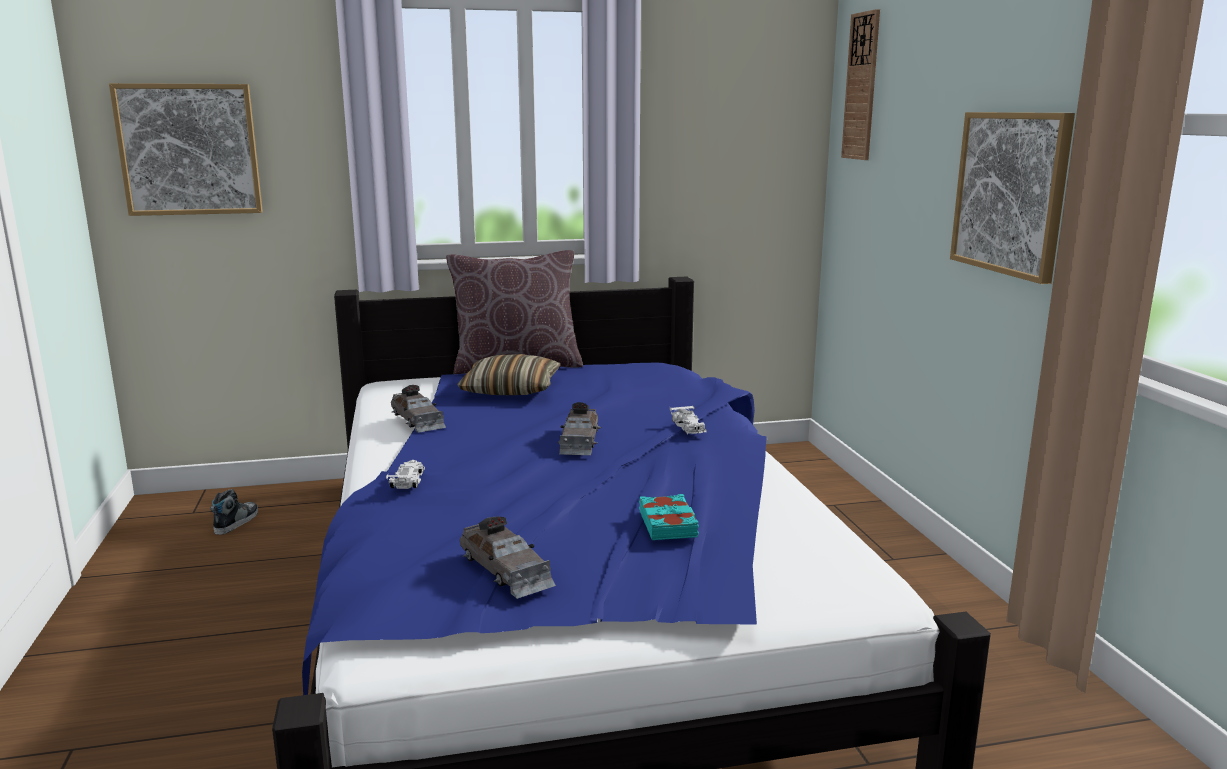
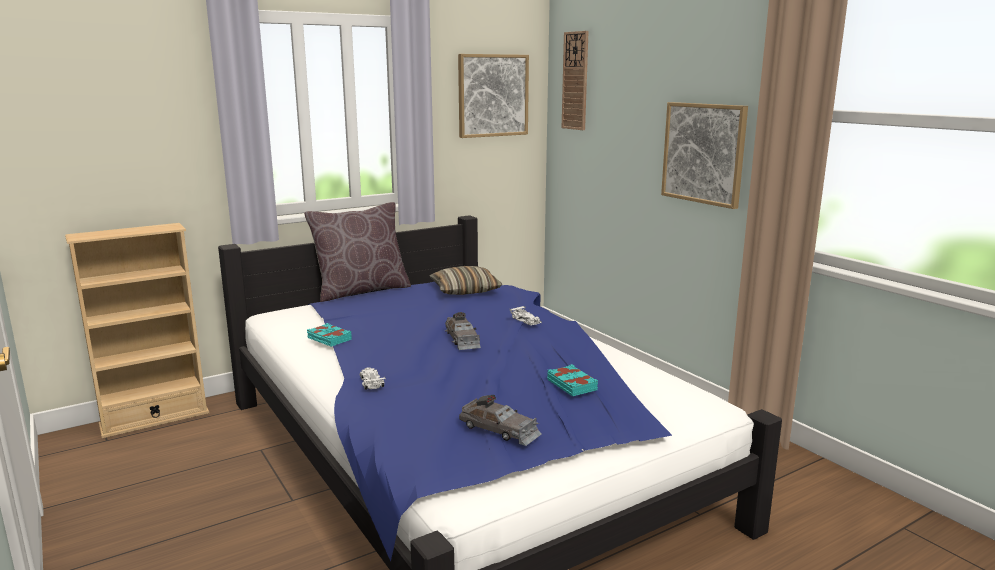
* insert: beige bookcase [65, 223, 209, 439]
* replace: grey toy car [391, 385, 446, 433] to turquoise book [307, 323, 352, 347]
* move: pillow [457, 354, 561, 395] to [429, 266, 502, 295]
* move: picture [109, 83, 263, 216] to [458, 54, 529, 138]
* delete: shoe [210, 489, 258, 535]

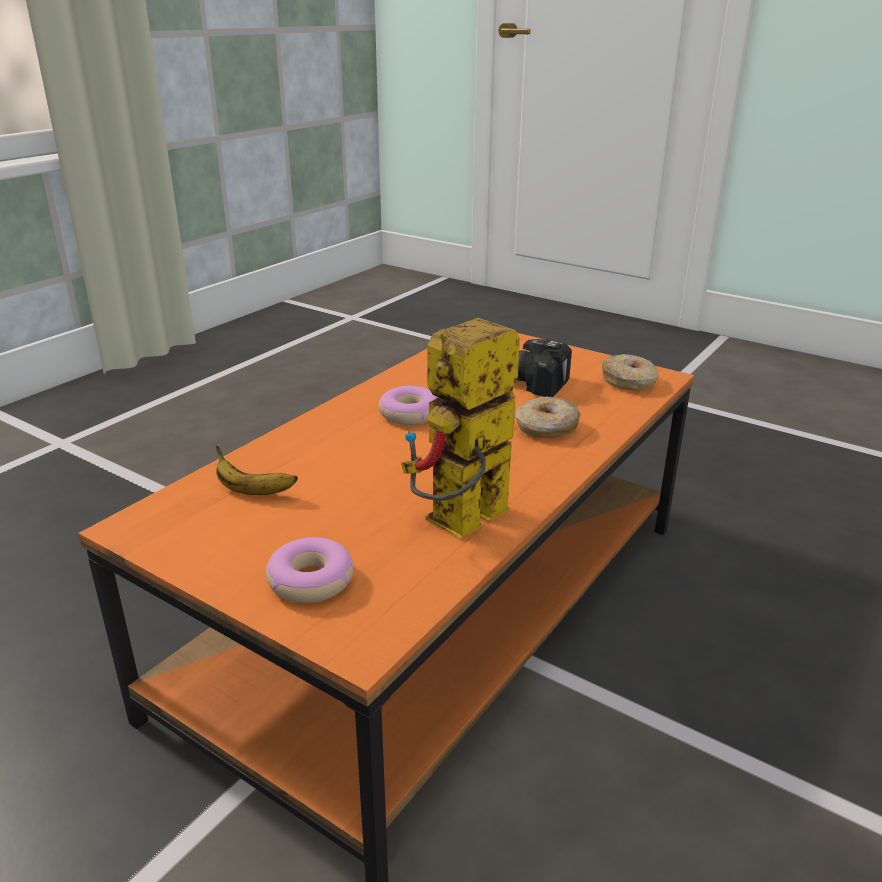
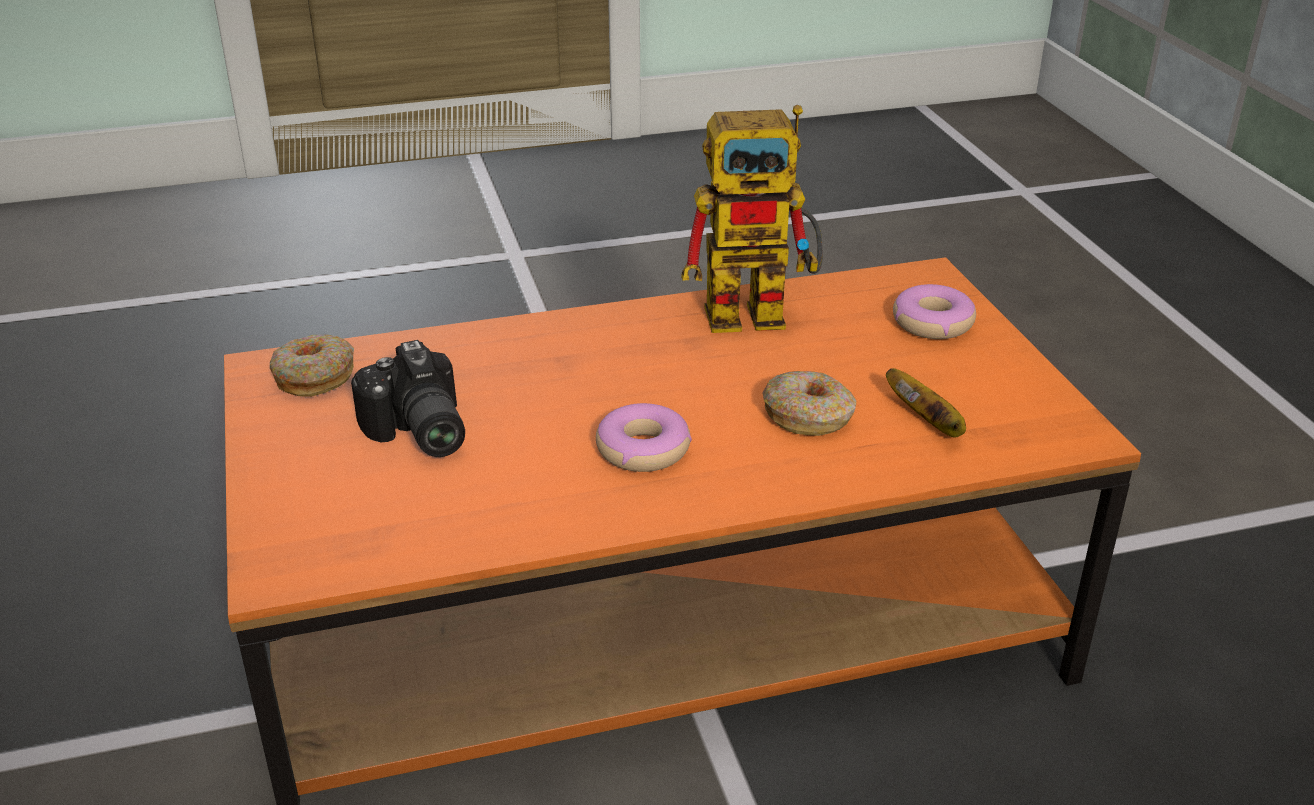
* move: donut [515, 397, 581, 438] to [762, 371, 856, 436]

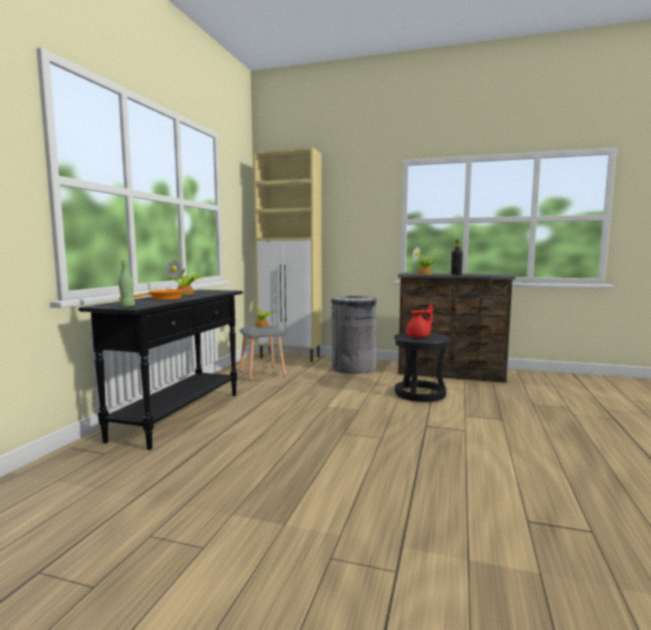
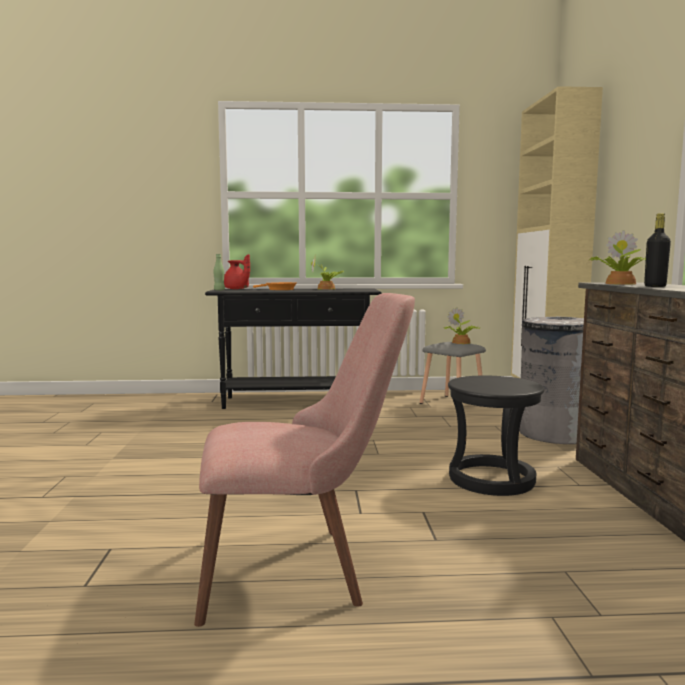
* insert: pink chair [194, 293, 415, 627]
* move: red teapot [406, 304, 433, 338] to [224, 254, 250, 289]

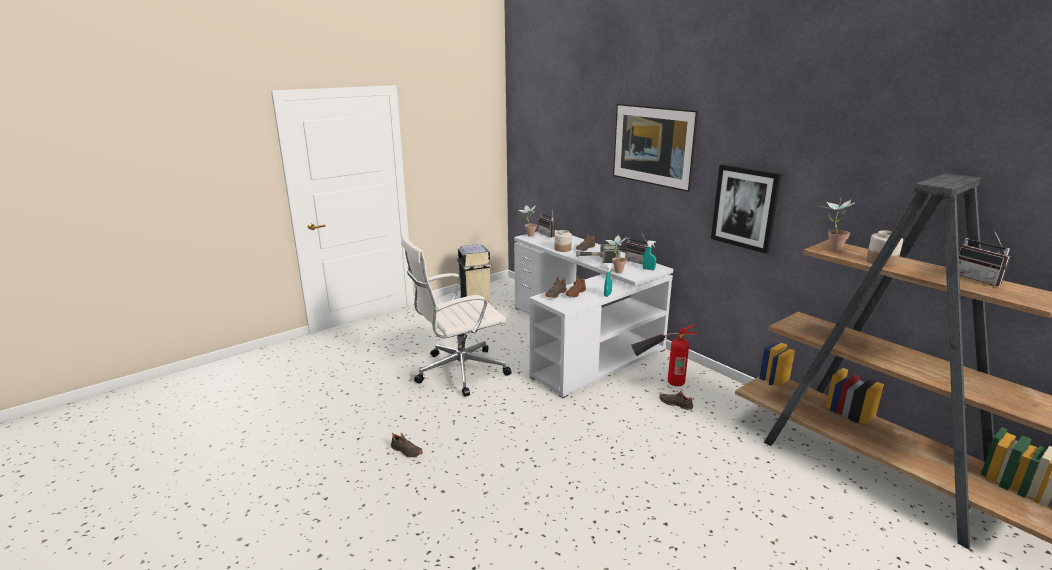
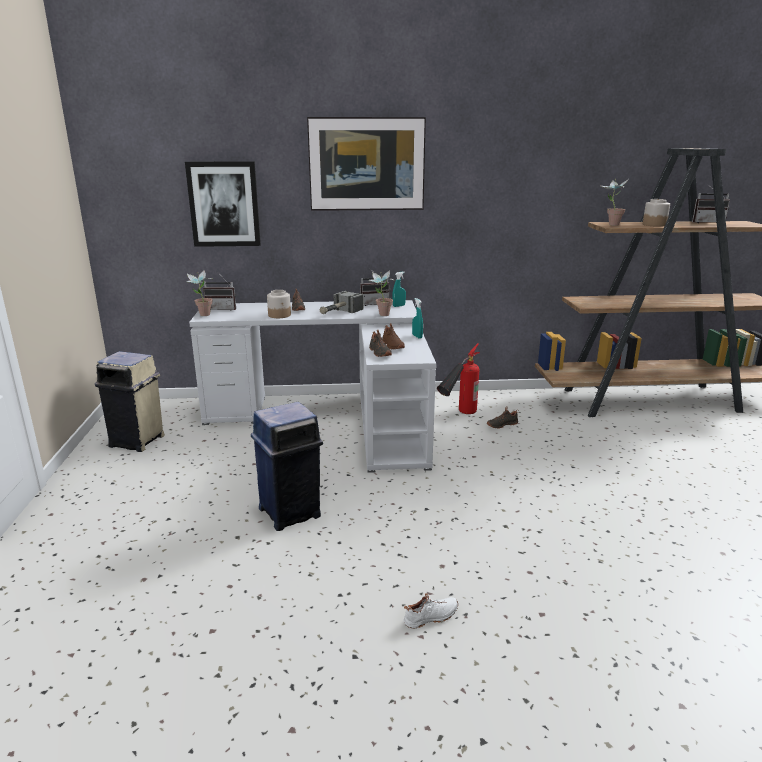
* move: picture [711, 164, 781, 254] to [185, 162, 261, 247]
* replace: white office chair [401, 234, 512, 397] to blue trash can [251, 402, 323, 531]
* recolor: black shoe [391, 432, 423, 458] to white shoe [404, 593, 458, 628]

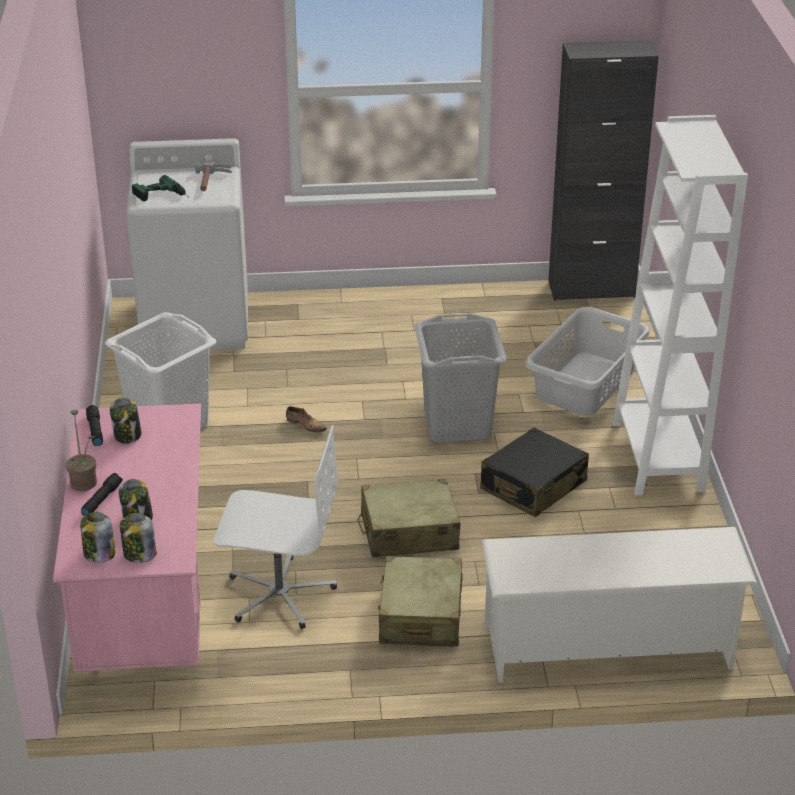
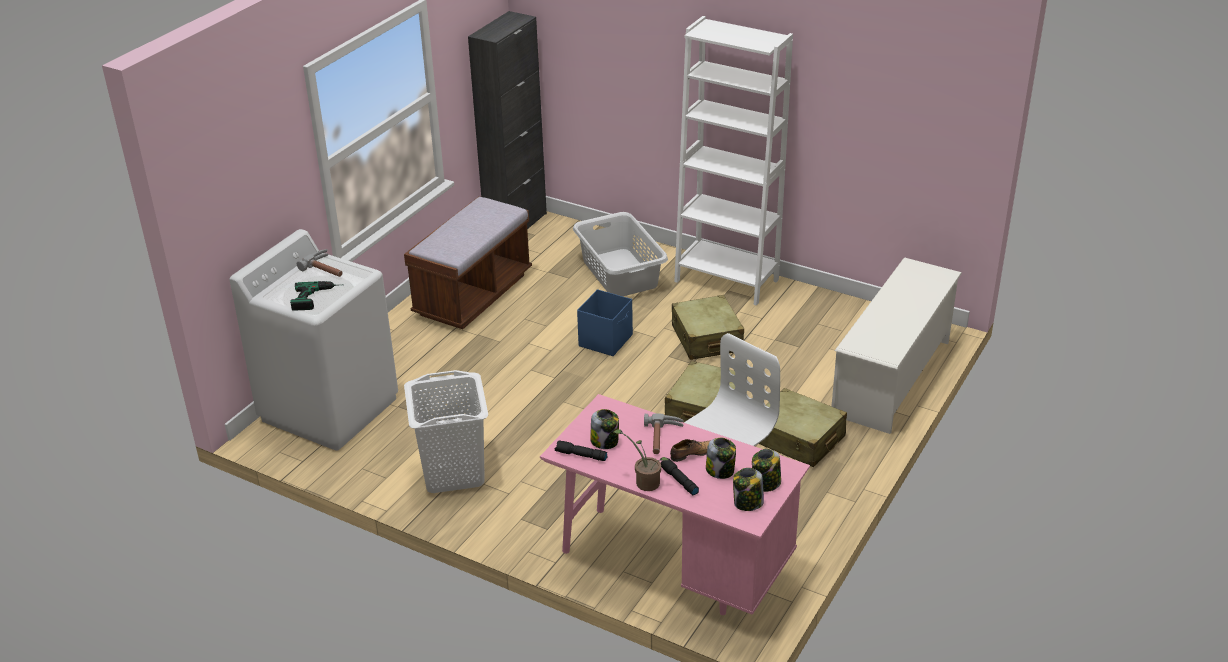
* insert: brown bench [404, 196, 532, 329]
* replace: grey laundry basket [414, 313, 507, 443] to blue storage box [577, 289, 633, 356]
* insert: hammer [644, 414, 684, 454]
* move: shoe [286, 406, 327, 432] to [670, 439, 711, 462]
* recolor: black suitcase [480, 427, 589, 517] to beige suitcase [672, 295, 744, 360]

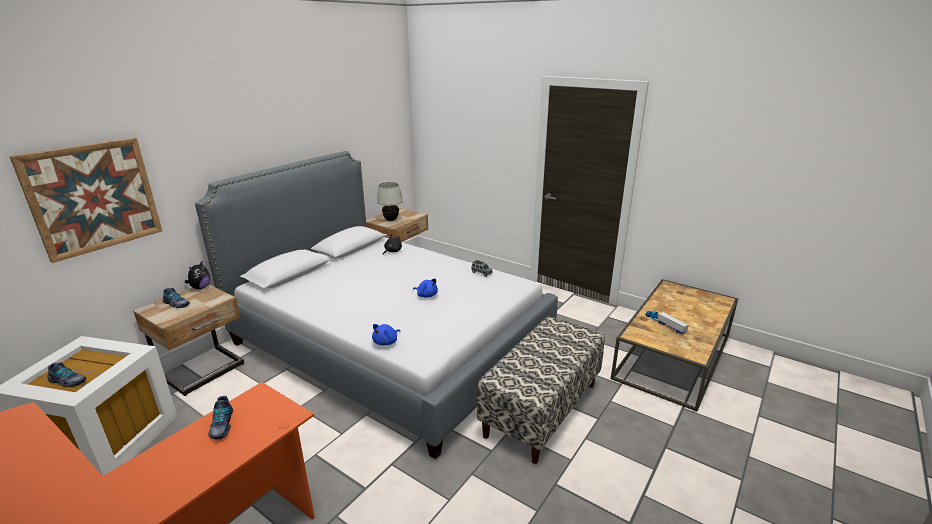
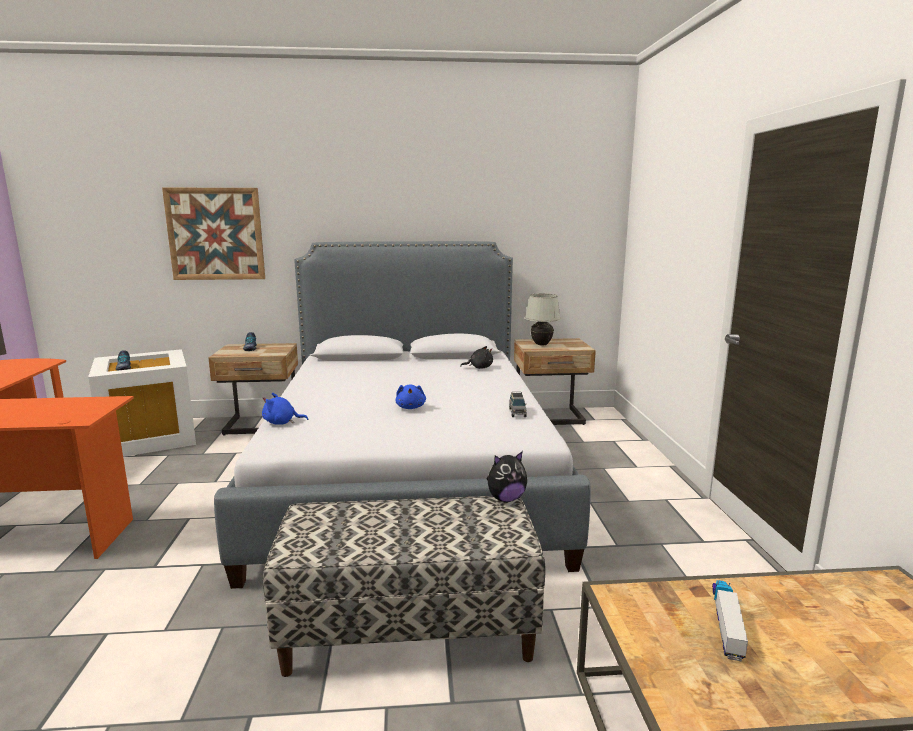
* move: plush toy [185, 261, 210, 289] to [487, 451, 527, 502]
* delete: shoe [208, 396, 233, 440]

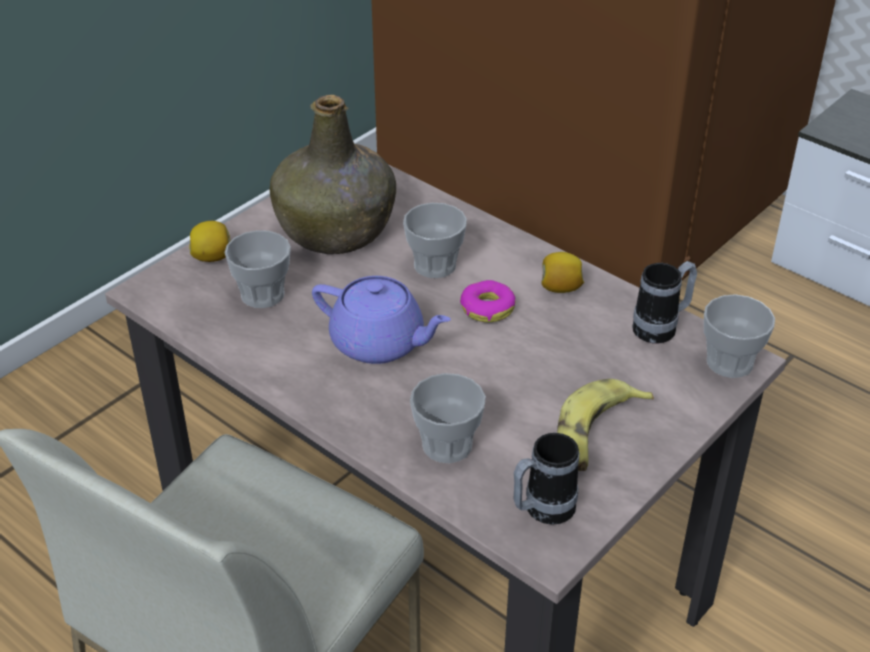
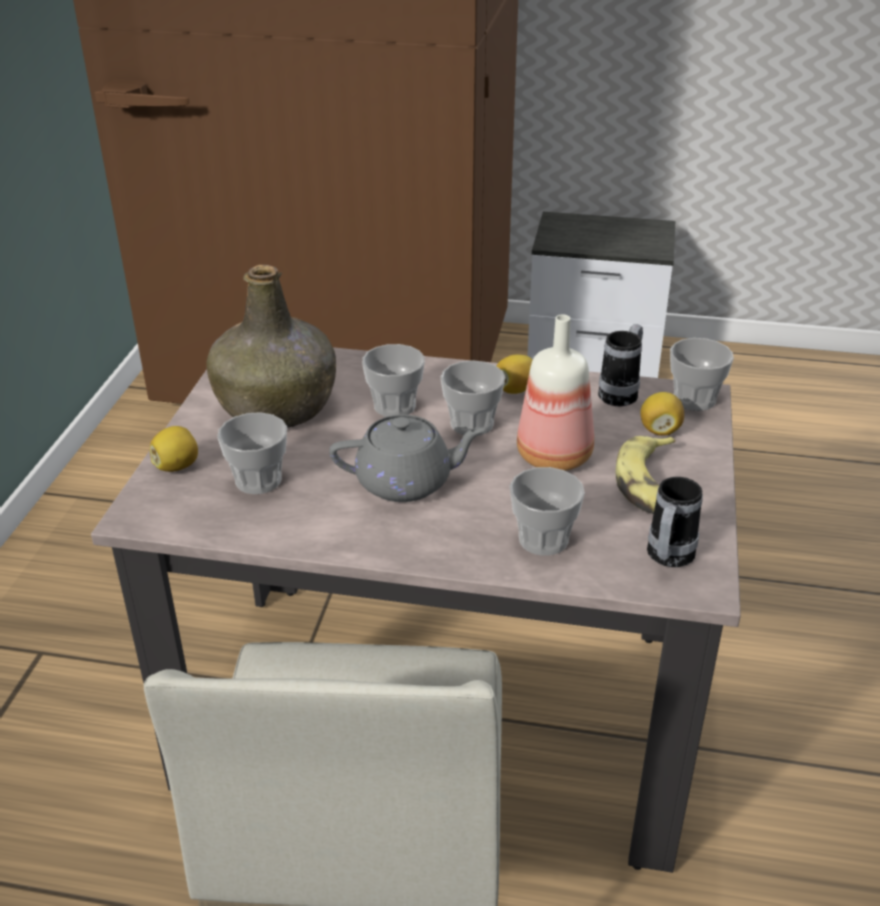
* recolor: purple teapot [312, 276, 451, 364] to grey teapot [329, 415, 485, 502]
* replace: donut [460, 280, 515, 322] to cup [440, 360, 505, 436]
* insert: bottle [517, 314, 594, 471]
* insert: lemon [640, 392, 684, 436]

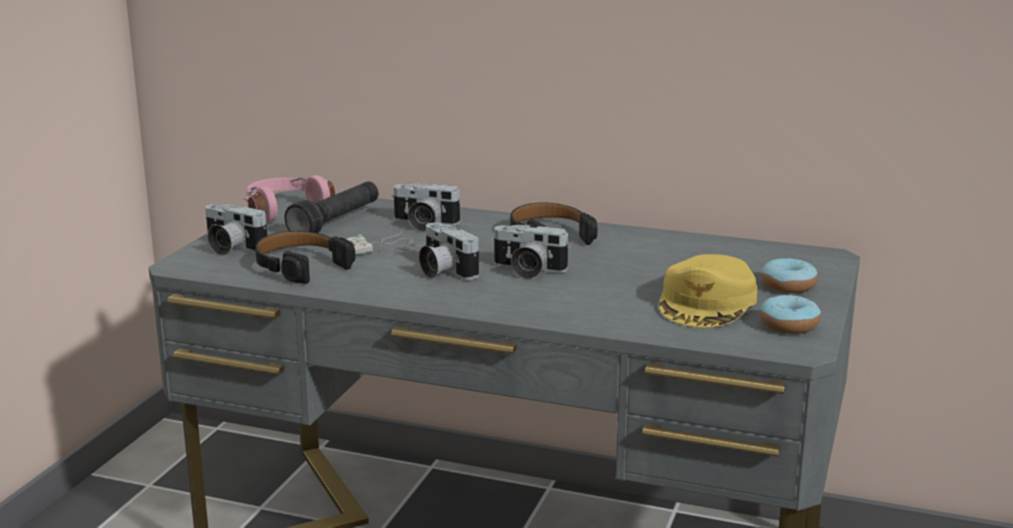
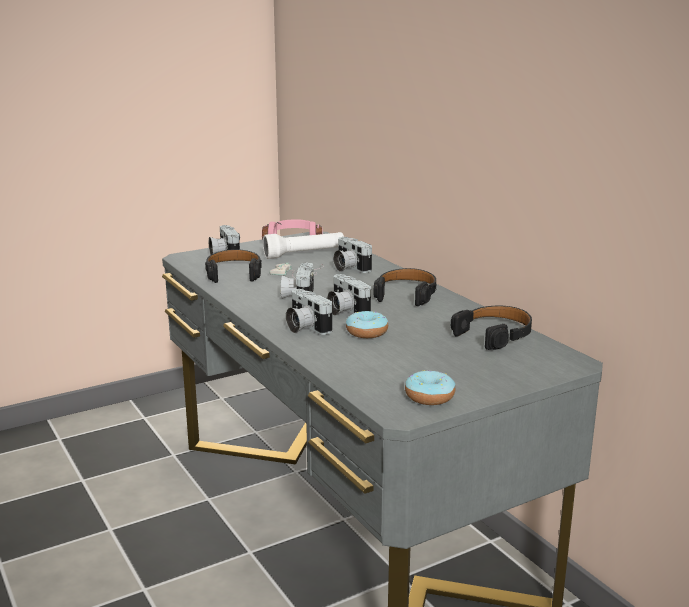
* recolor: black flashlight [284, 181, 378, 233] to white flashlight [263, 232, 344, 259]
* insert: photo camera [286, 289, 332, 335]
* move: donut [761, 258, 818, 293] to [346, 311, 388, 338]
* insert: black headphones [451, 306, 532, 350]
* delete: yellow cap [659, 254, 758, 328]

